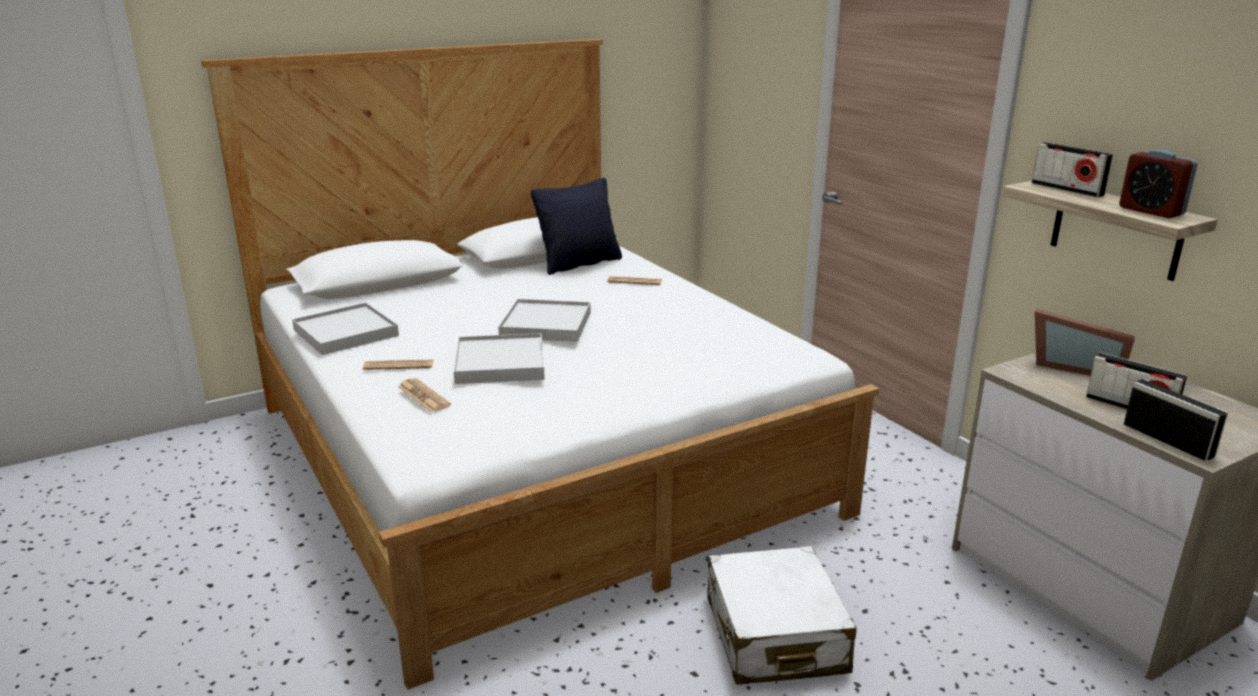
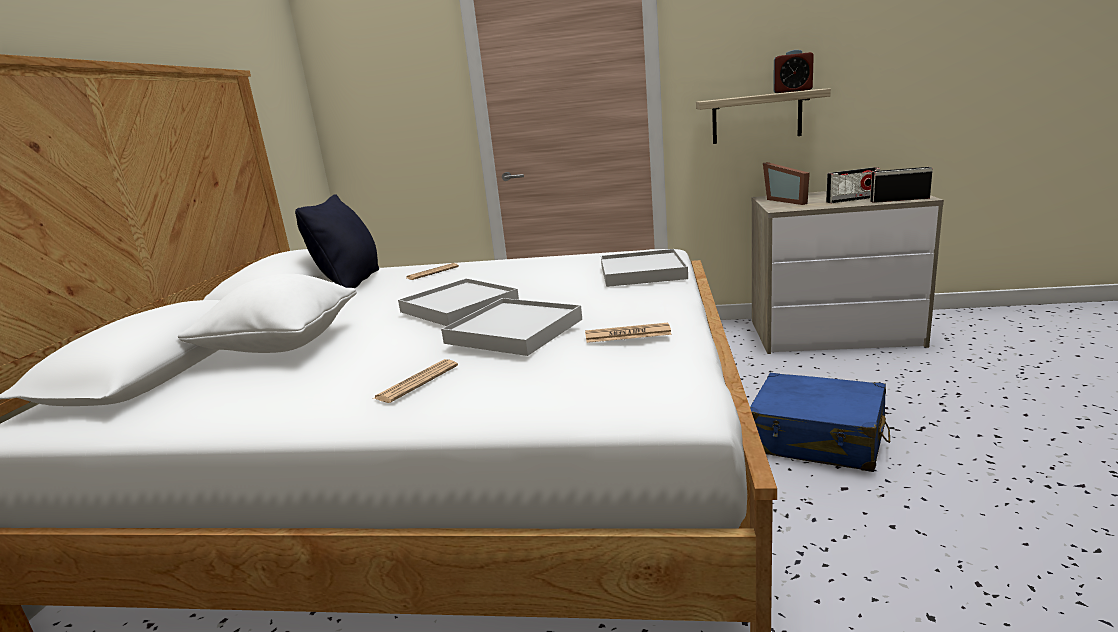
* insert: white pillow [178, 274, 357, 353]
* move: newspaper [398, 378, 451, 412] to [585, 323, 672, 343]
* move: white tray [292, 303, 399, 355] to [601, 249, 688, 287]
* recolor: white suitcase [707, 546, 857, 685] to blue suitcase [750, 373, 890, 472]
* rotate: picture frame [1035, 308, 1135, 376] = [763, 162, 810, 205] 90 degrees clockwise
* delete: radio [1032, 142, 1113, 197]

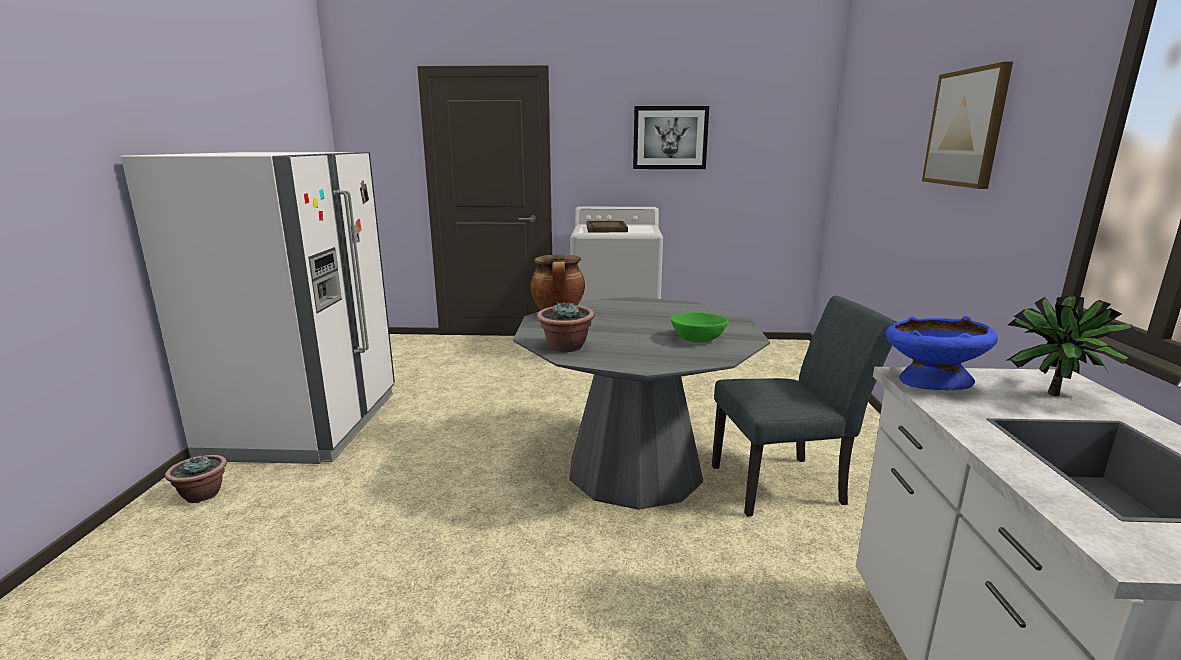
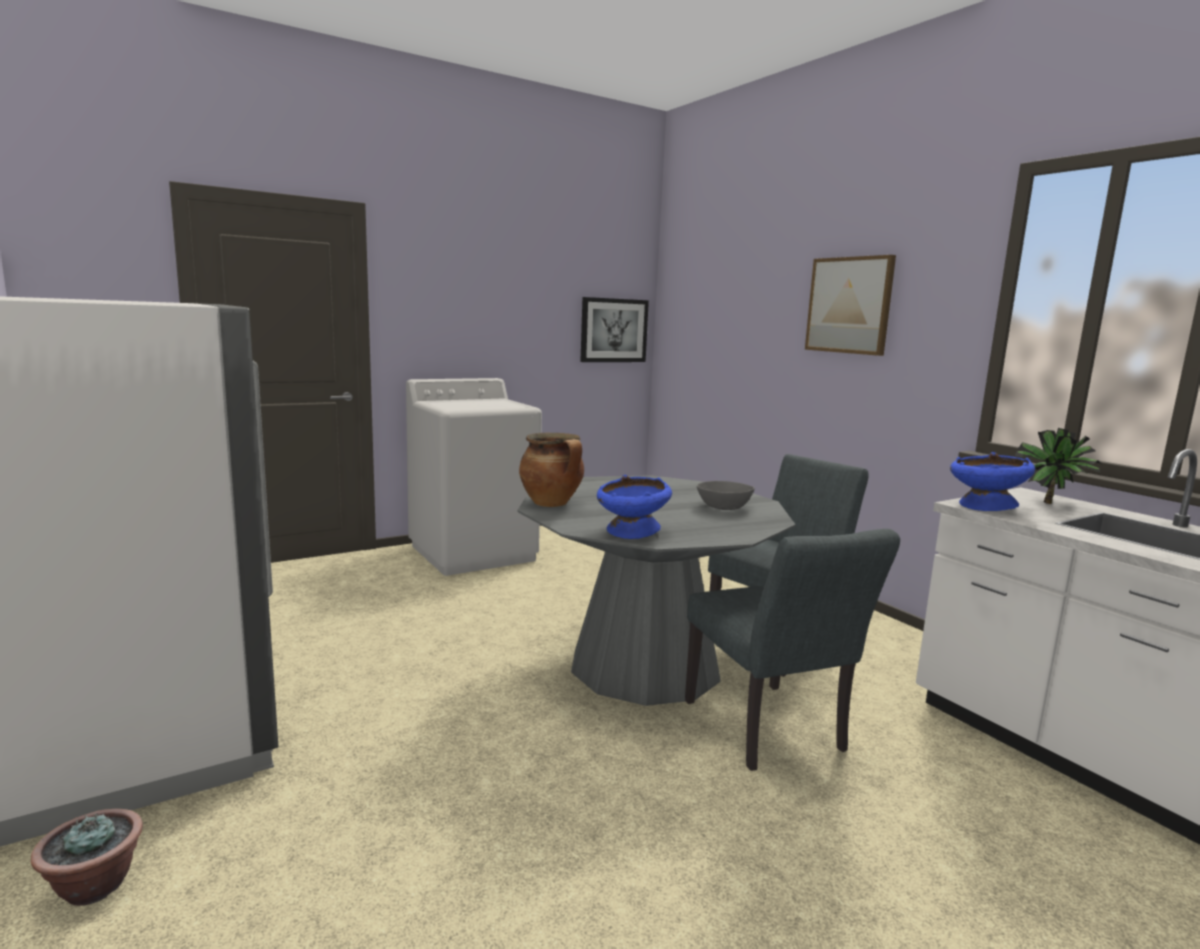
* move: picture [633, 106, 709, 169] to [580, 297, 649, 362]
* replace: potted plant [537, 301, 595, 352] to blue bowl [597, 475, 672, 539]
* insert: grey chair [685, 529, 900, 771]
* recolor: green bowl [671, 312, 728, 342] to grey bowl [697, 481, 755, 510]
* delete: brown tray [587, 221, 628, 232]

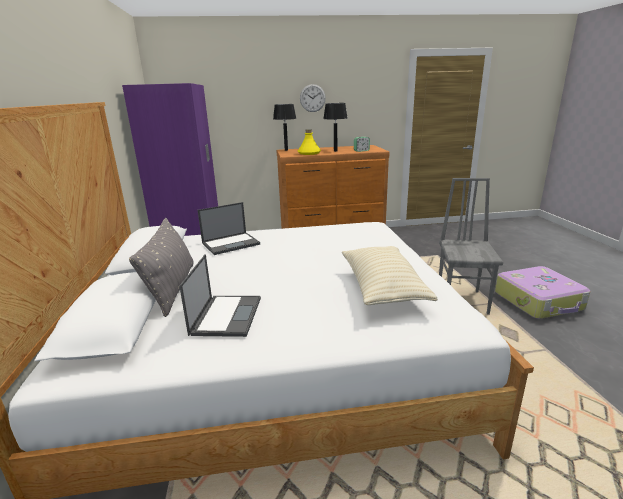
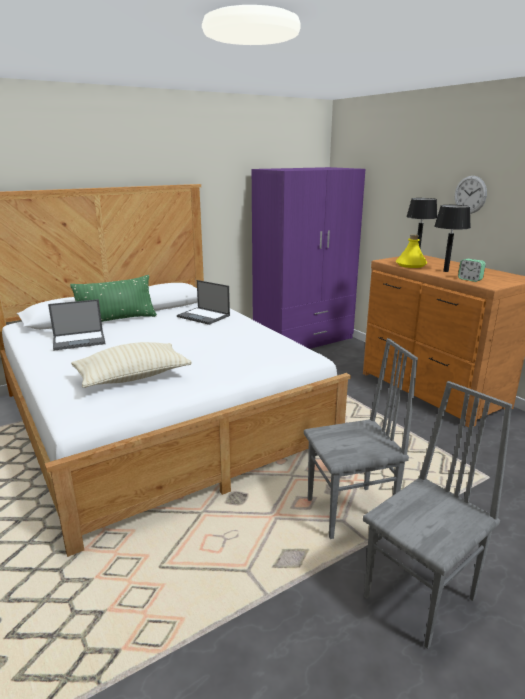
* recolor: grey pillow [129, 218, 194, 317] to green pillow [70, 275, 157, 322]
* replace: suitcase [495, 266, 591, 319] to grey chair [363, 381, 512, 649]

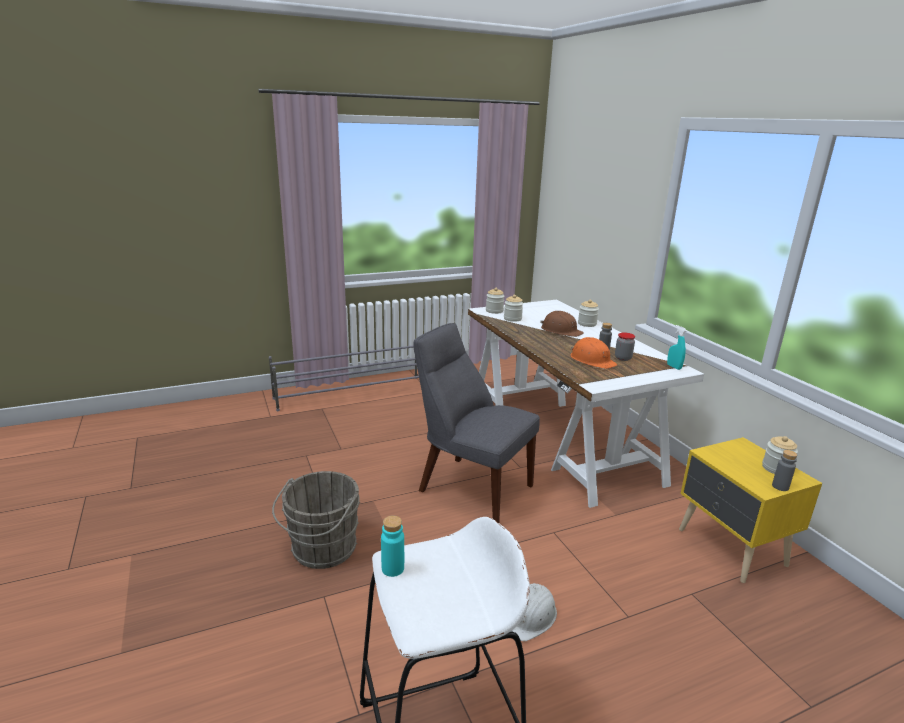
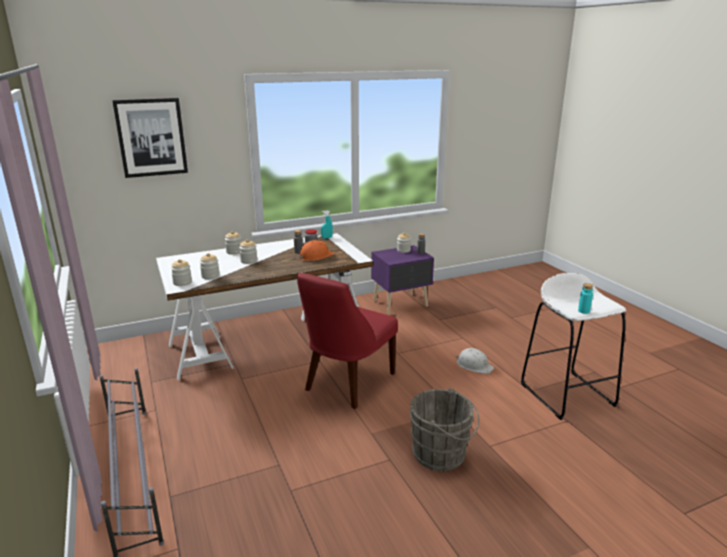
* insert: picture [112, 98, 188, 178]
* replace: brown hard hat [540, 311, 584, 337] to jar [239, 239, 257, 264]
* recolor: grey chair [413, 323, 540, 523] to red chair [297, 273, 398, 409]
* recolor: yellow nightstand [679, 437, 822, 583] to purple nightstand [371, 245, 434, 315]

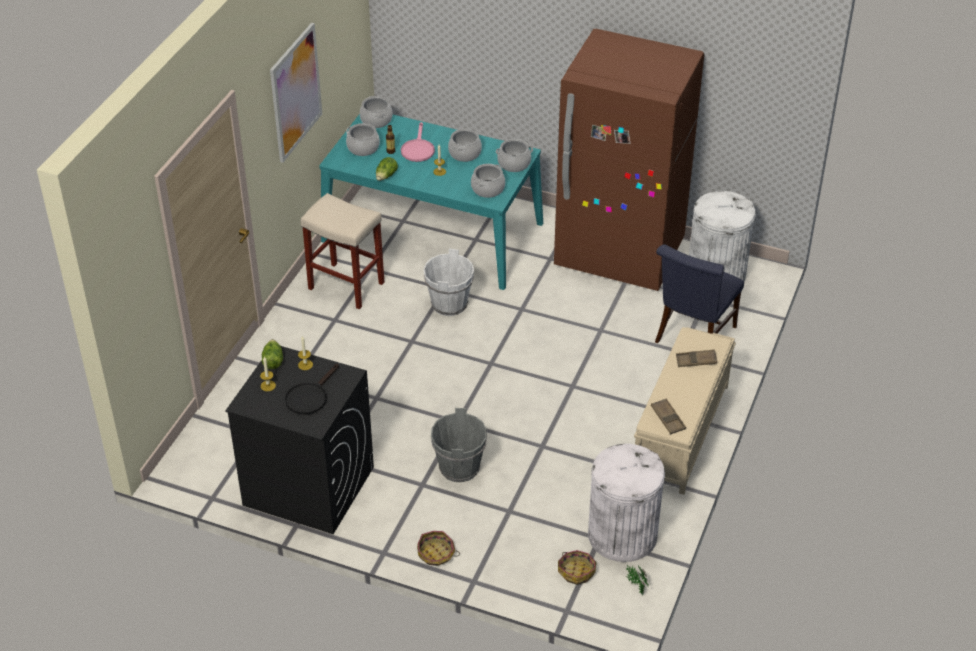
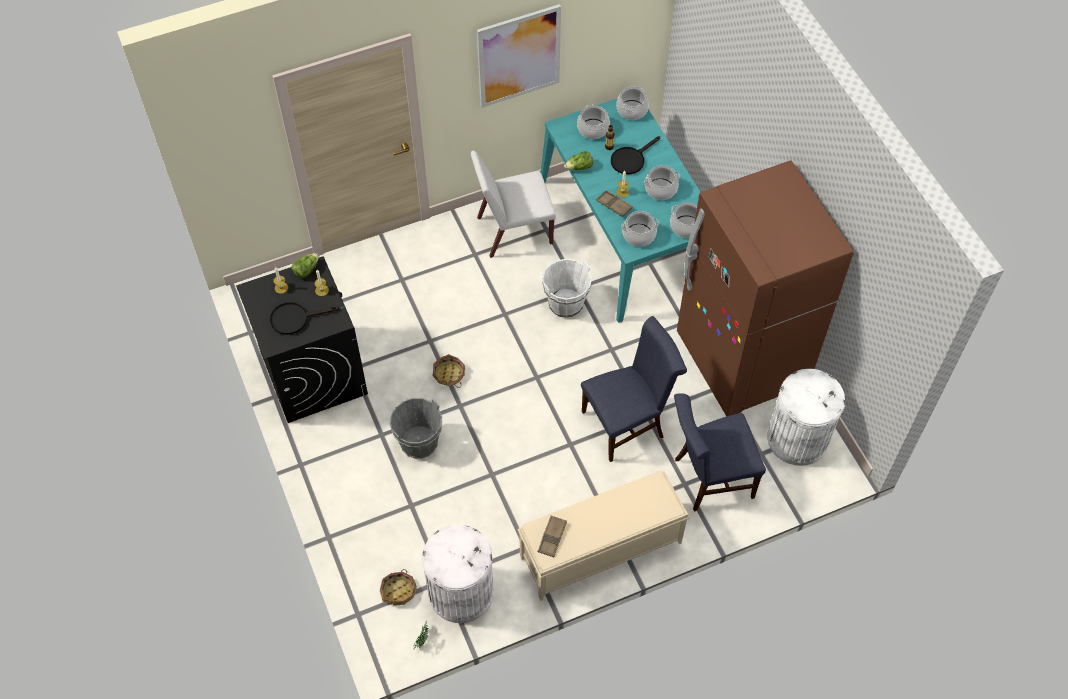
* move: basket [417, 531, 460, 566] to [433, 354, 465, 388]
* replace: beige stool [301, 193, 384, 309] to white chair [471, 150, 556, 258]
* insert: blue chair [581, 316, 687, 462]
* move: brown tray [676, 349, 717, 367] to [596, 190, 633, 217]
* recolor: pink frying pan [401, 122, 435, 162] to black frying pan [611, 136, 660, 174]

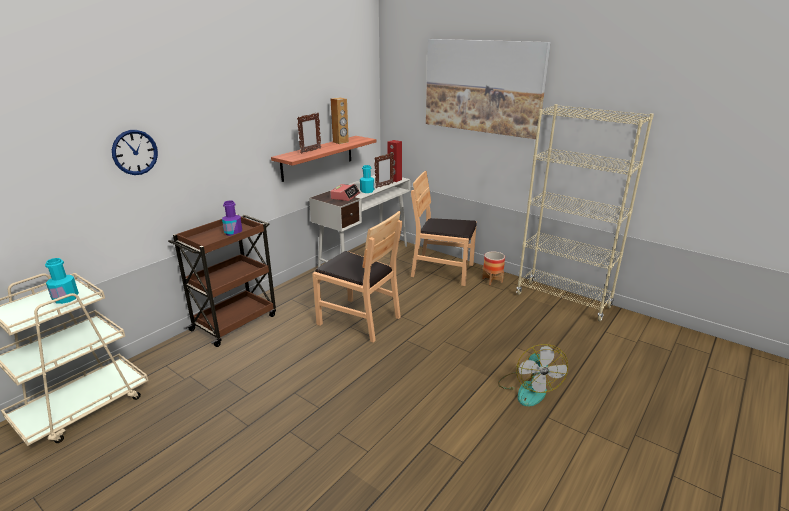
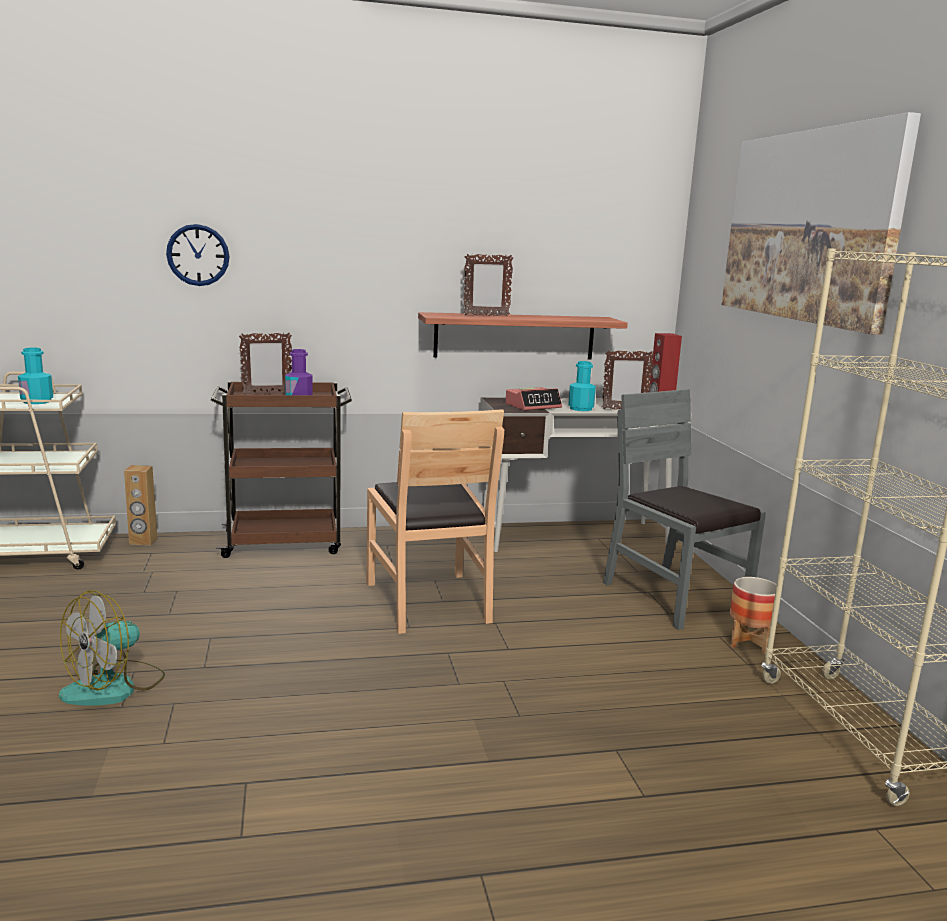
* move: fan [498, 344, 568, 406] to [59, 590, 165, 706]
* move: brown speaker [331, 98, 349, 144] to [124, 465, 157, 545]
* insert: picture frame [239, 333, 292, 395]
* recolor: brown chair [411, 171, 477, 286] to grey chair [603, 389, 766, 630]

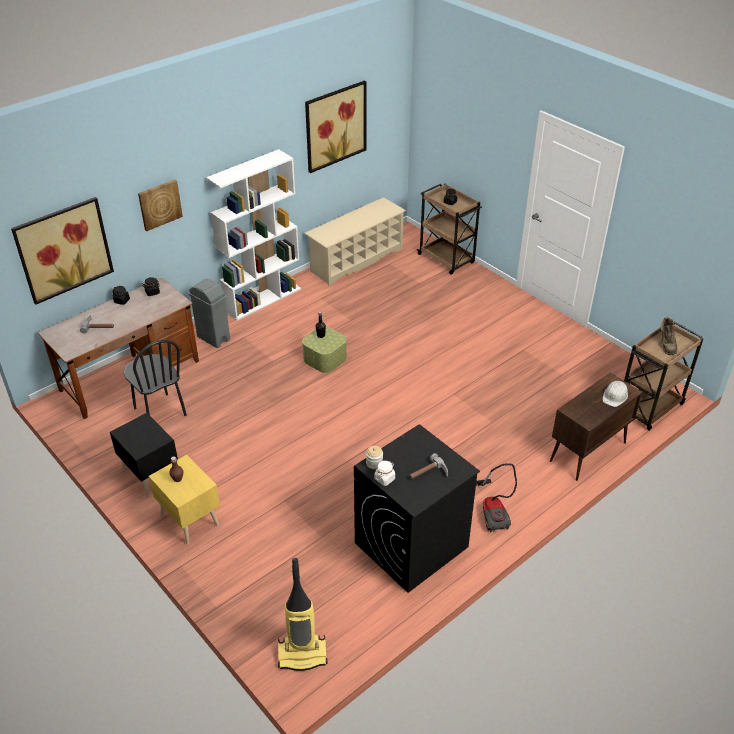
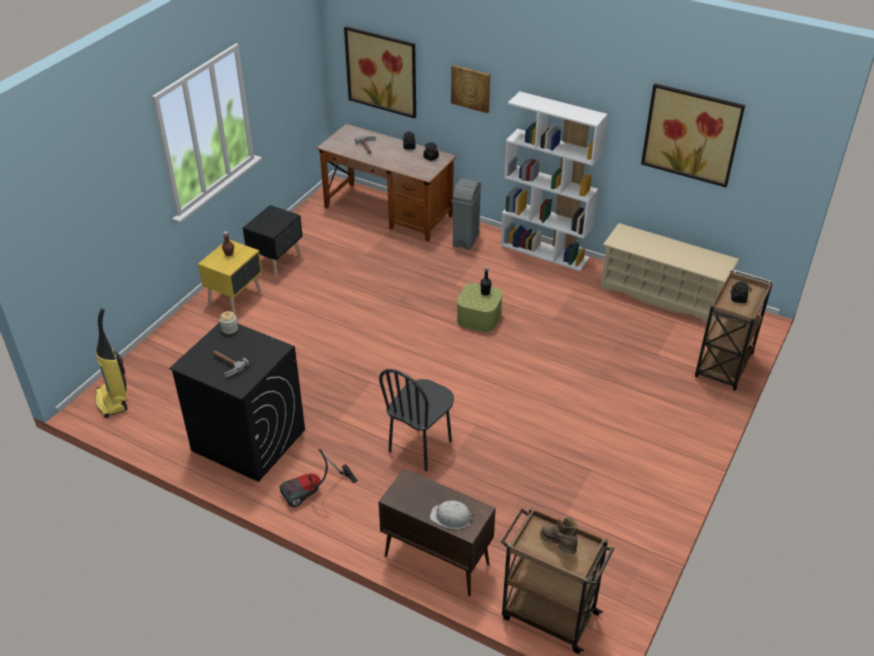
* move: black chair [123, 340, 187, 416] to [379, 369, 454, 471]
* rotate: brown boot [660, 317, 677, 355] = [540, 517, 578, 554] 75 degrees clockwise
* delete: white jar [374, 461, 395, 486]

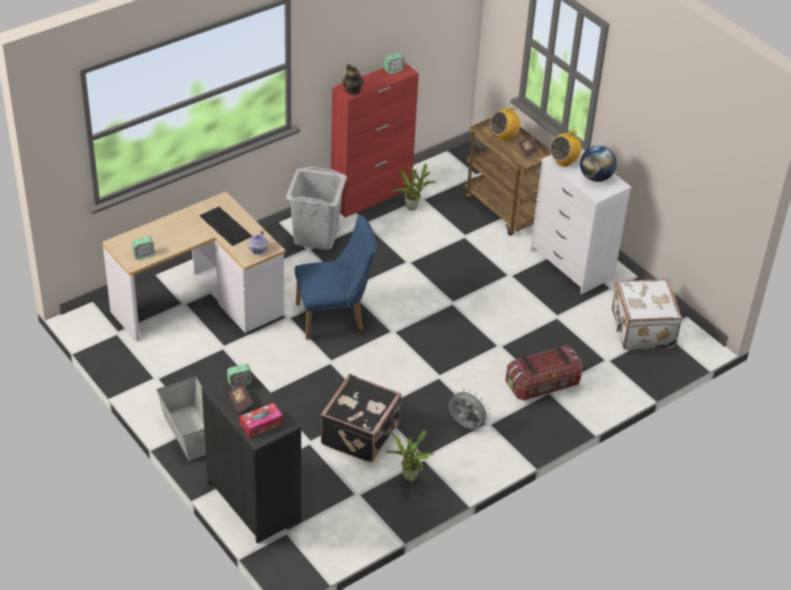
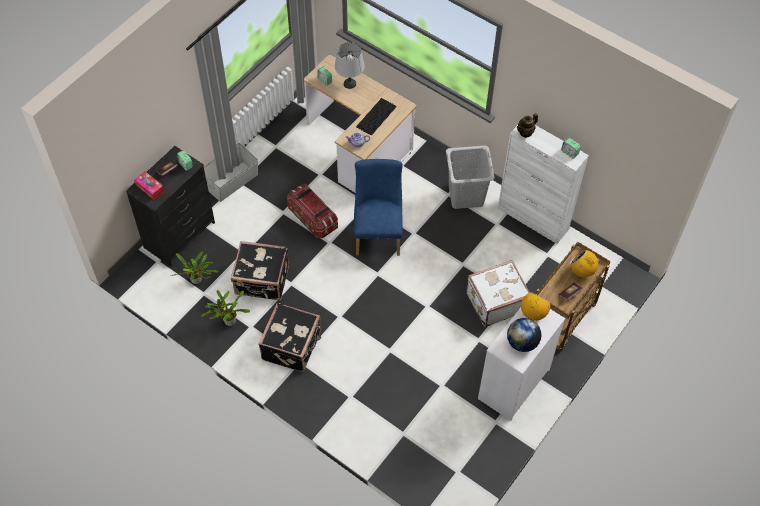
* move: potted plant [392, 163, 435, 211] to [170, 252, 219, 284]
* replace: grey fan [449, 389, 490, 430] to black suitcase [259, 303, 321, 372]
* move: storage box [505, 345, 583, 401] to [287, 184, 338, 238]
* insert: grey table lamp [335, 42, 364, 89]
* rotate: blue chair [295, 215, 377, 340] = [354, 159, 403, 256] 150 degrees counterclockwise
* move: white suitcase [612, 279, 682, 350] to [466, 260, 530, 327]
* recolor: red cabinet [330, 62, 419, 218] to white cabinet [498, 125, 589, 244]
* rotate: radio [550, 131, 582, 167] = [521, 292, 550, 321] 90 degrees clockwise

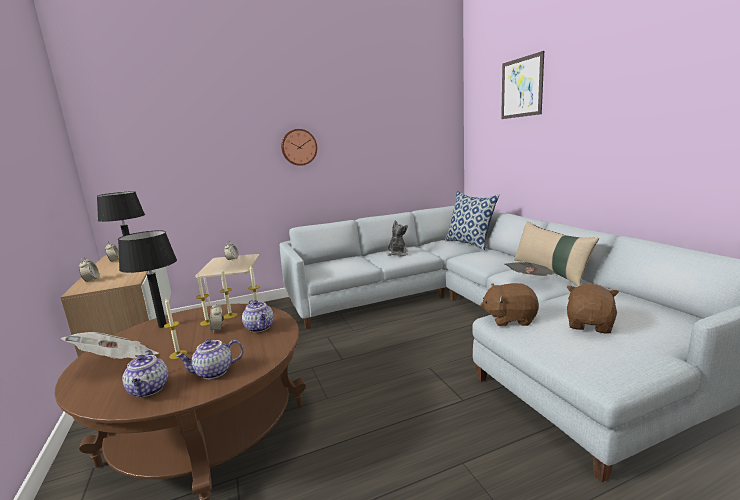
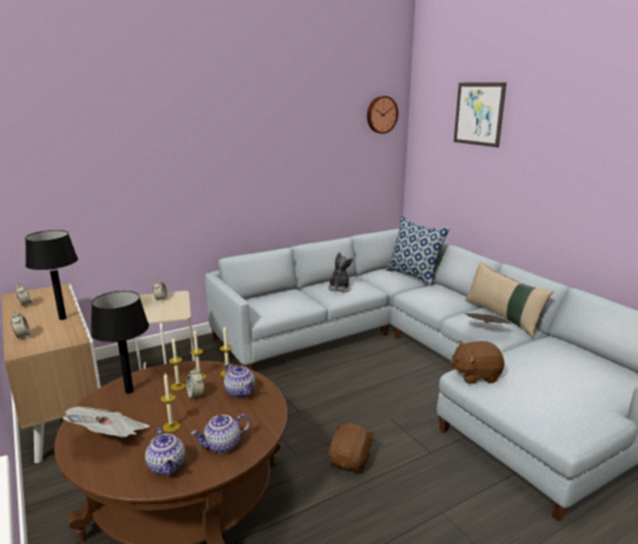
* move: brown plush toy [567, 284, 619, 333] to [328, 424, 375, 473]
* move: wall clock [281, 129, 317, 166] to [367, 96, 398, 134]

